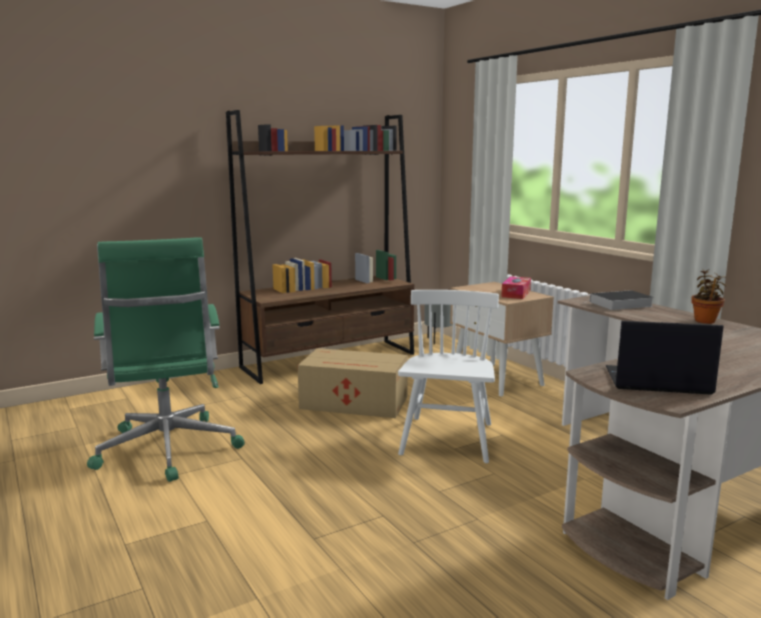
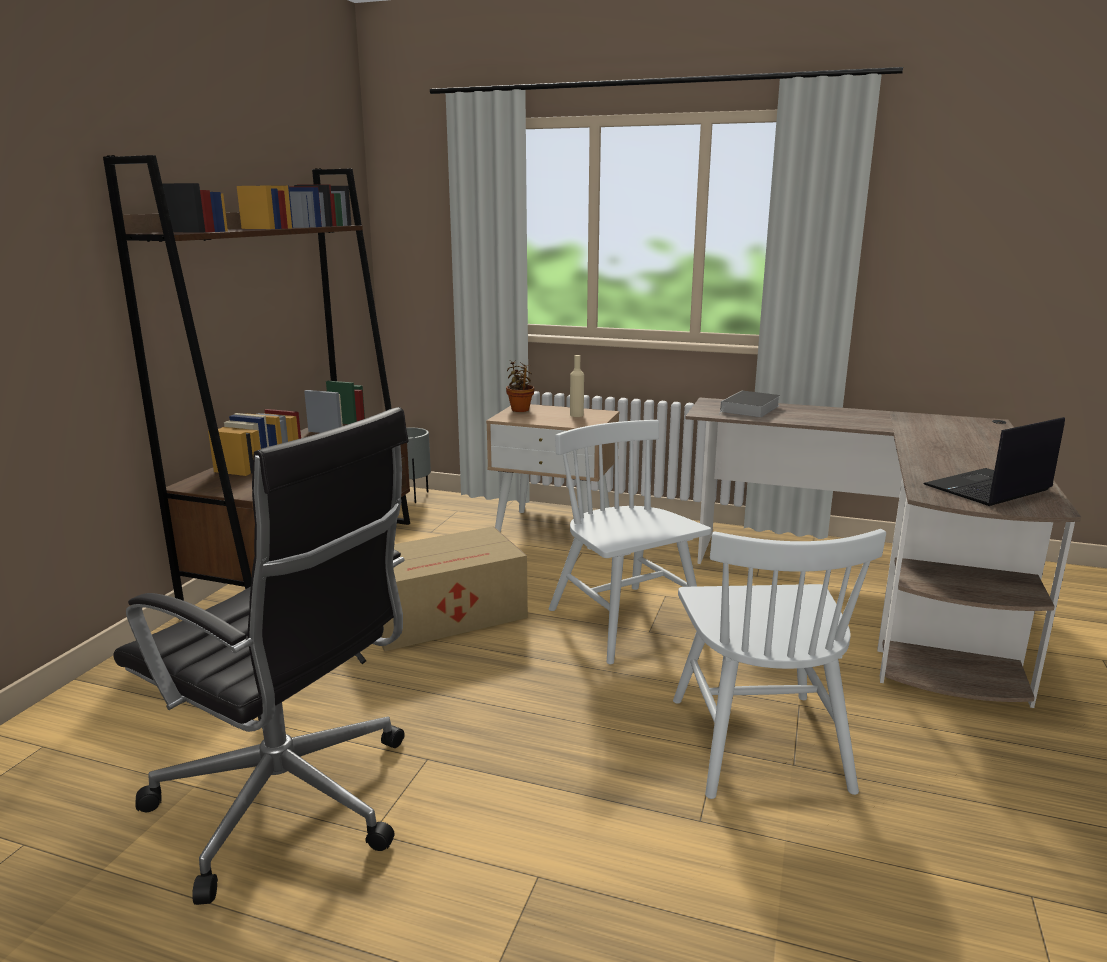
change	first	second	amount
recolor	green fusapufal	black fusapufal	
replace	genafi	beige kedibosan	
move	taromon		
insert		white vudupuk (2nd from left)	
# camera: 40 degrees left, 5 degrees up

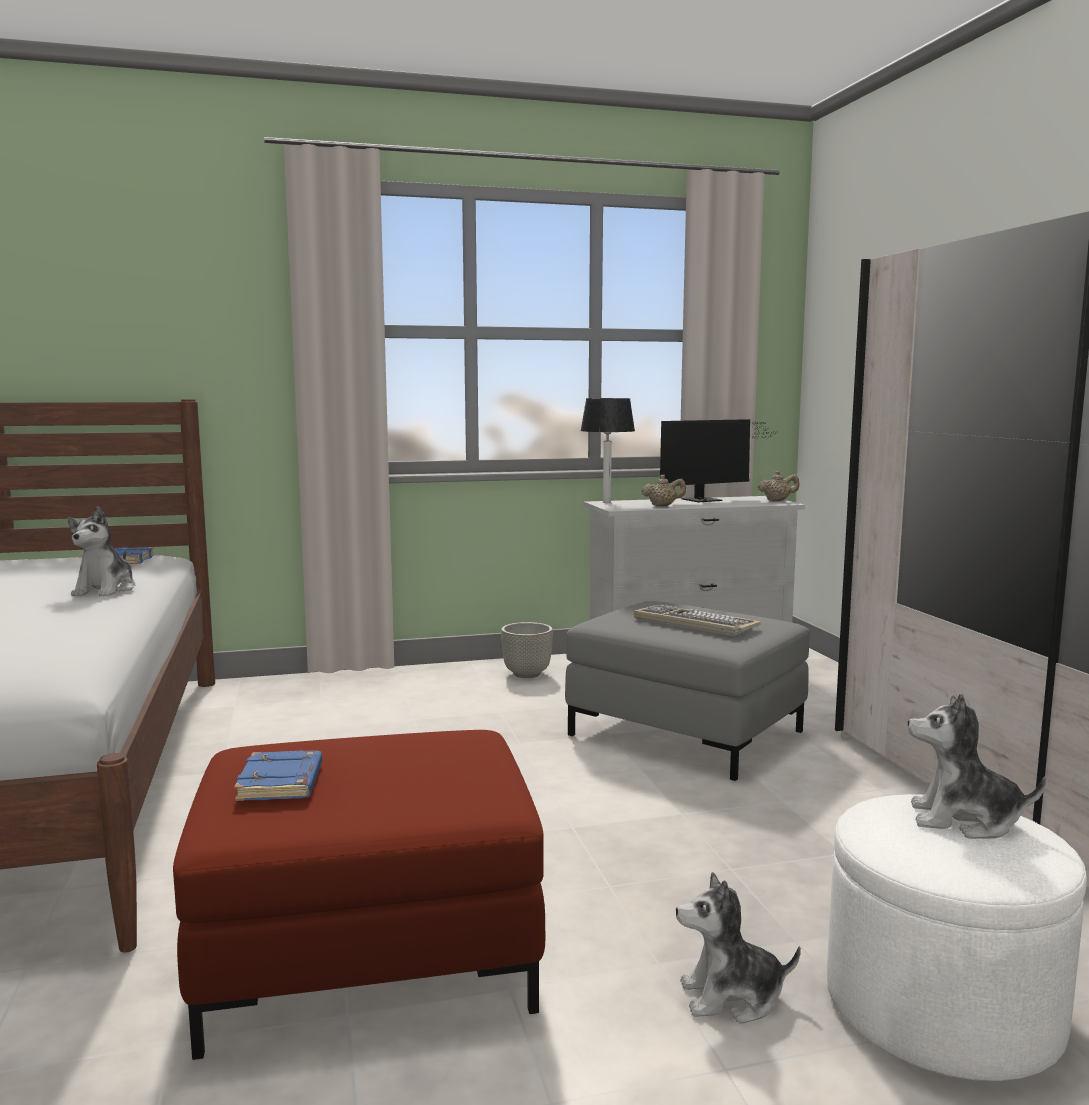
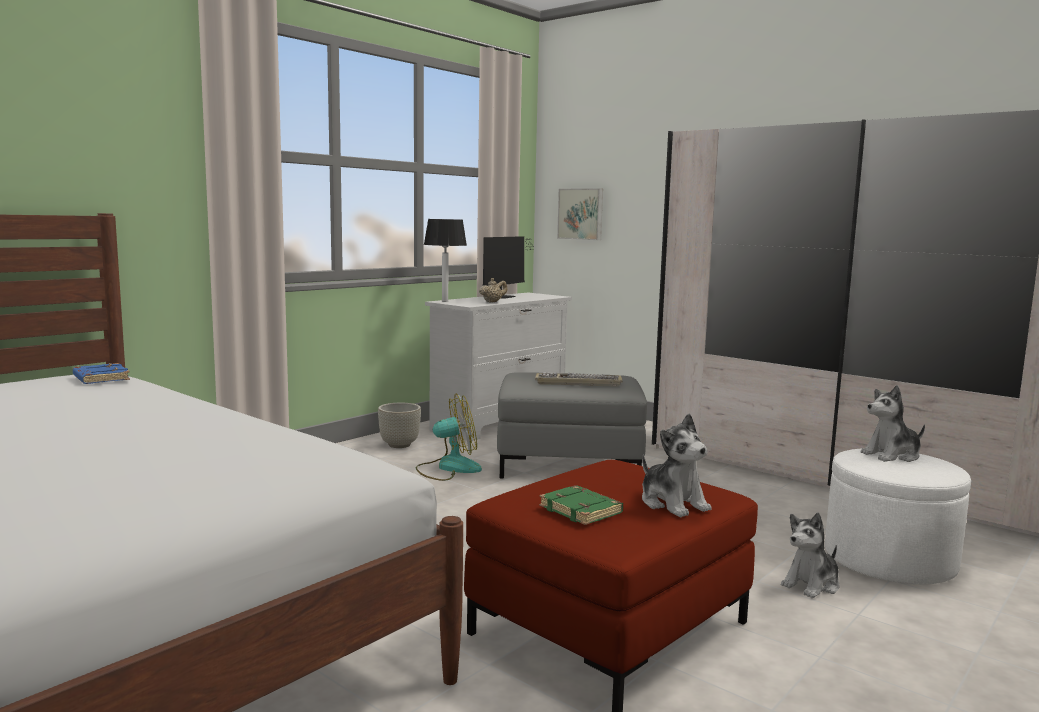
change	first	second	amount
move	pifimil (1st from left)		
recolor	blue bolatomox (2nd from left)	green bolatomox	
delete	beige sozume (2nd from left)		
insert		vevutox	
insert		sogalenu	
# camera: 35 degrees left, 0 degrees up

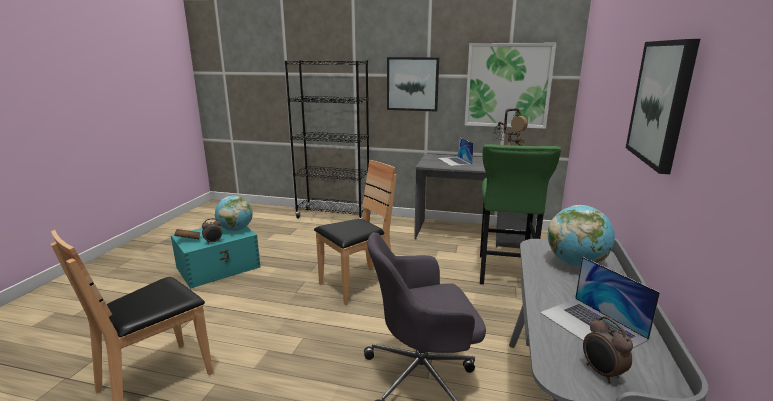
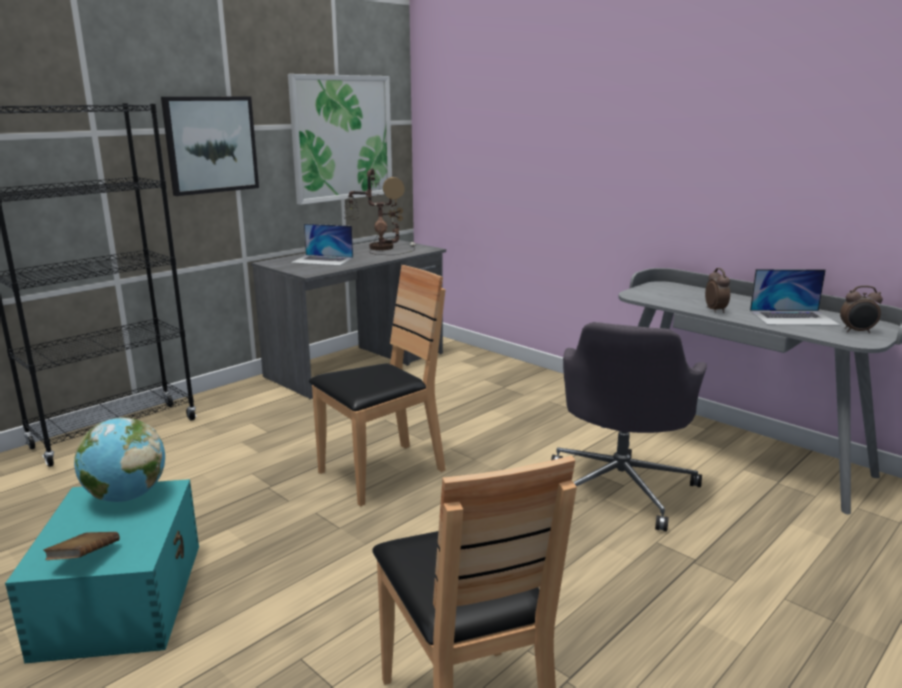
change	first	second	amount
move	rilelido (1st from left)		
rotate	brown vudupuk (2nd from left in the first image)	brown vudupuk (1st from left)	60 degrees clockwise
delete	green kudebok		
delete	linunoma (2nd from left)		
delete	sogalenu (3rd from left)		
# camera: 60 degrees left, 0 degrees up

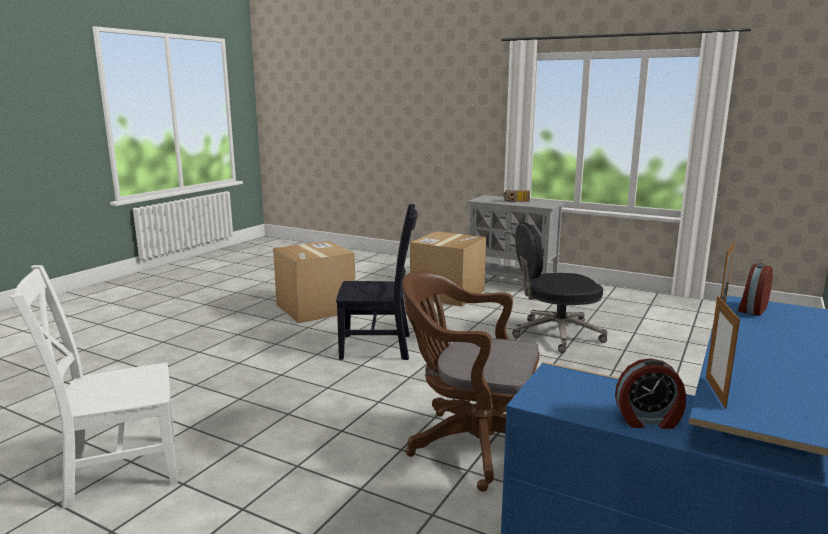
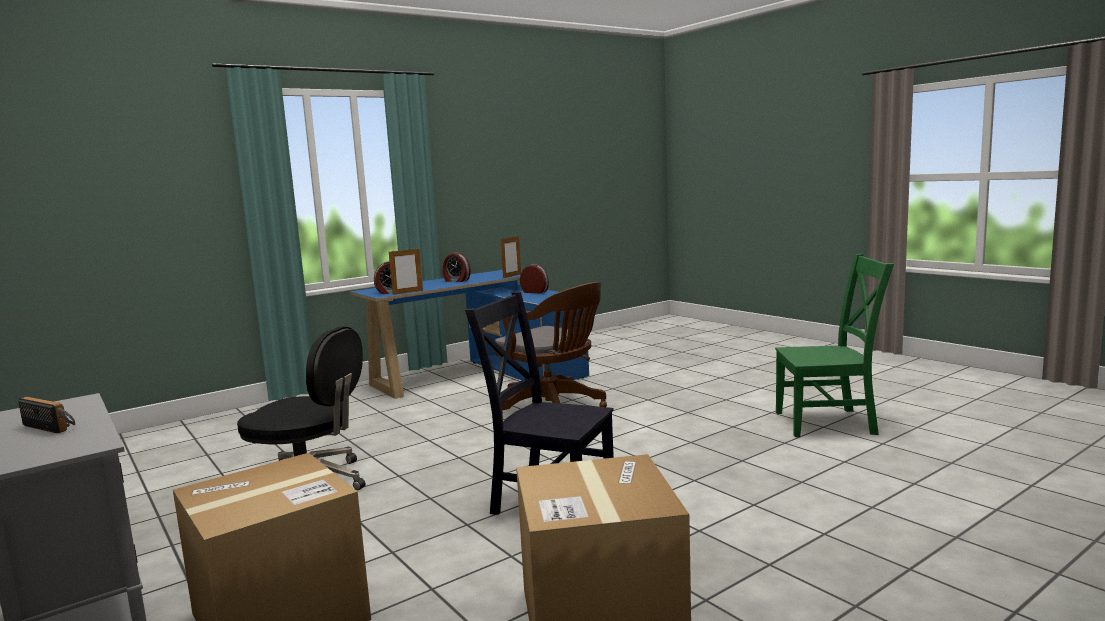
change	first	second	amount
recolor	white vudupuk	green vudupuk	
insert		rilelido (2nd from left)	
# camera: 155 degrees left, 5 degrees down

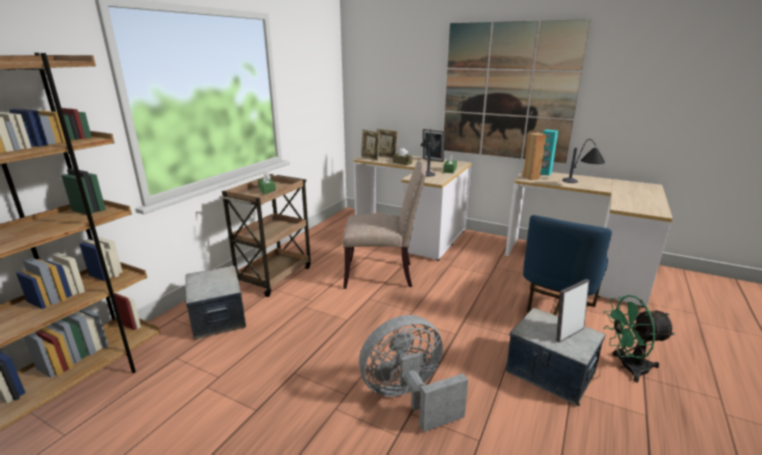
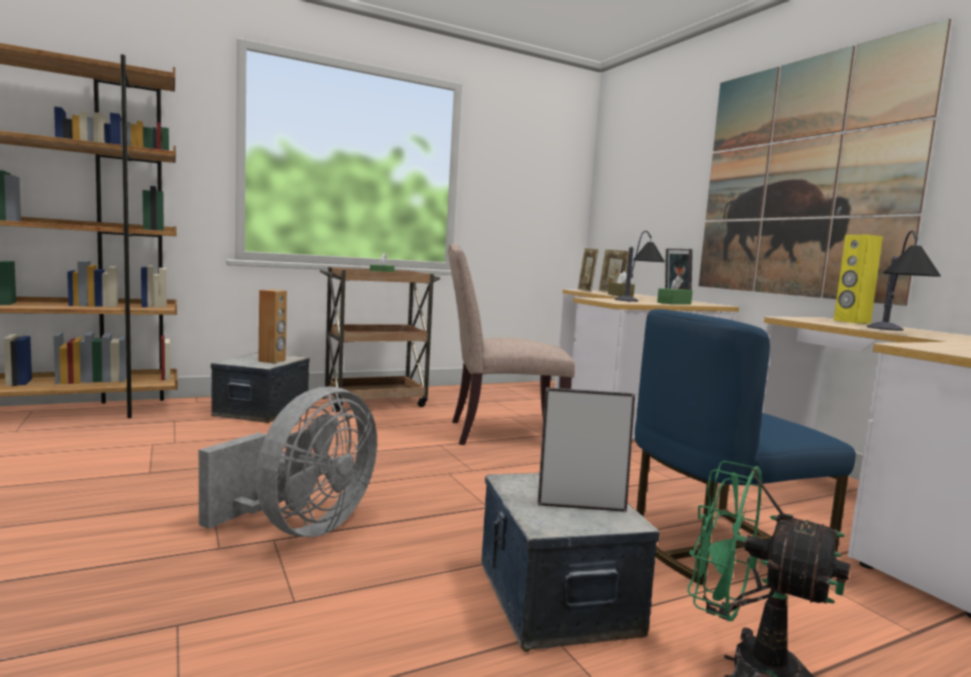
change	first	second	amount
rotate	beige vudupuk		135 degrees clockwise
rotate	grey vevutox		105 degrees clockwise
move	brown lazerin		
recolor	turquoise lazerin	yellow lazerin	
# camera: 35 degrees right, 15 degrees down

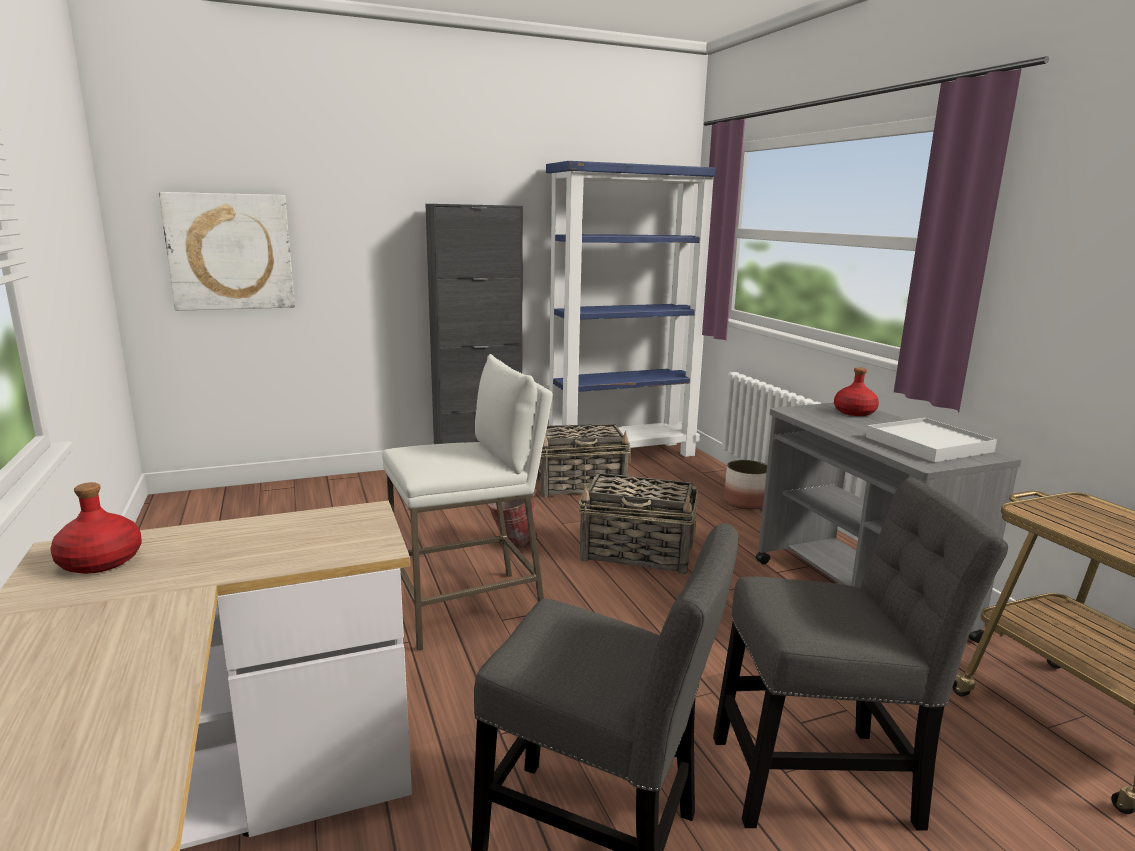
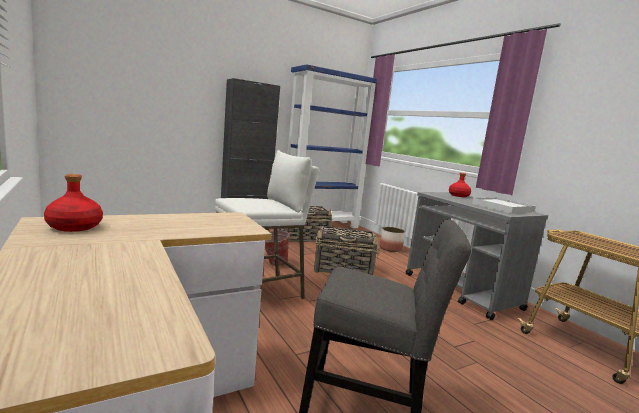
change	first	second	amount
delete	sogalenu		
delete	grey vudupuk (2nd from left)		
# camera: 10 degrees left, 5 degrees down

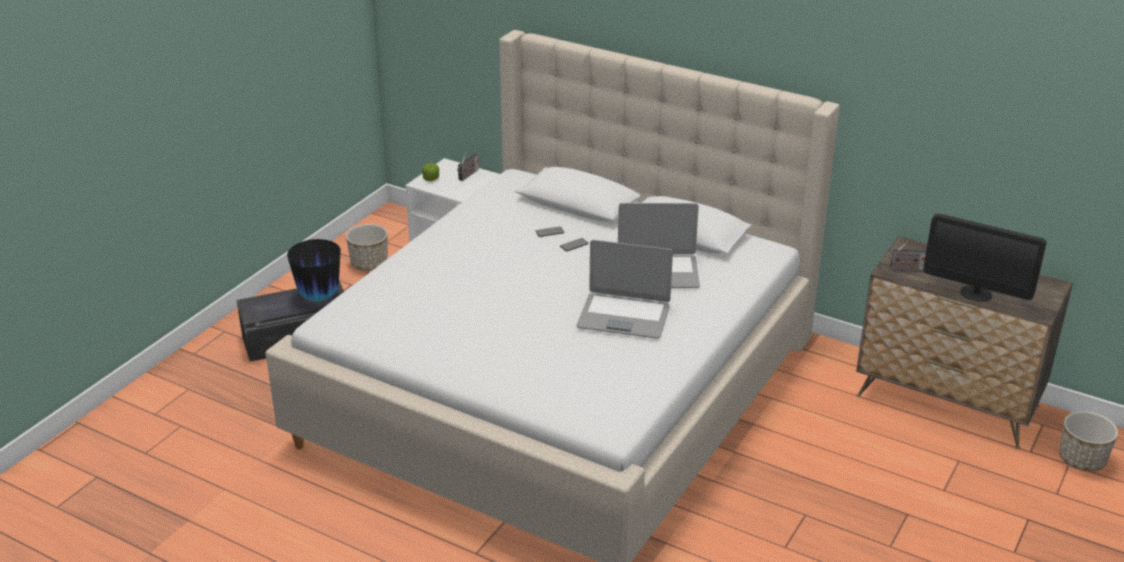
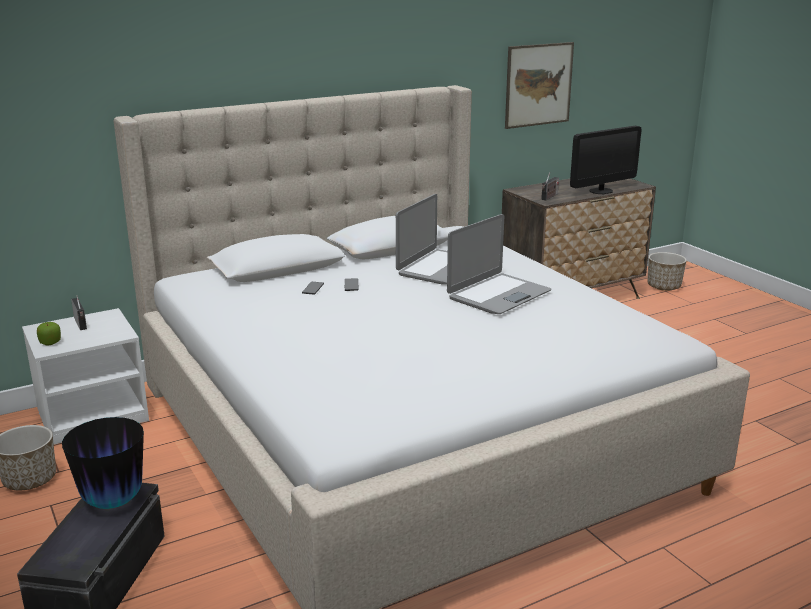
change	first	second	amount
insert		sogalenu	
# camera: 60 degrees left, 10 degrees down

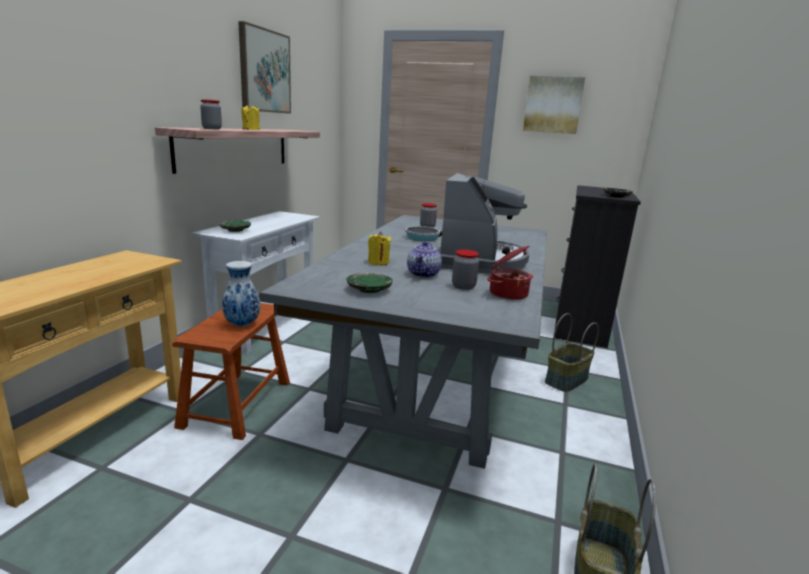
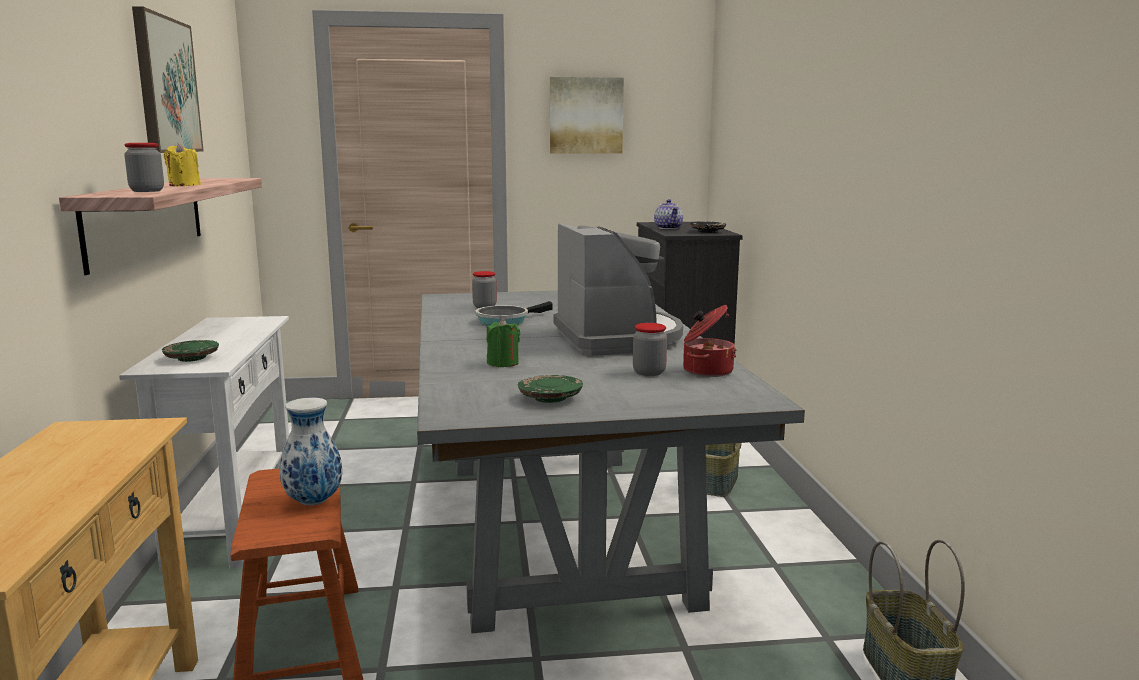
change	first	second	amount
recolor	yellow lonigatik (2nd from left)	green lonigatik	
move	sozume		
# camera: 25 degrees left, 5 degrees down

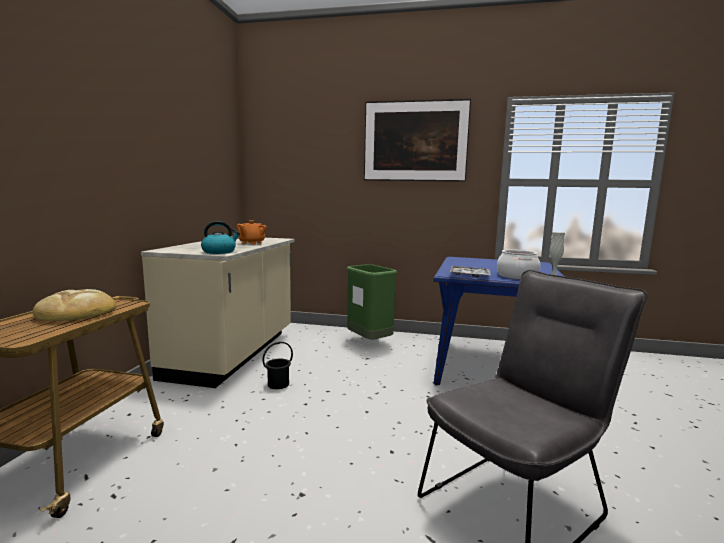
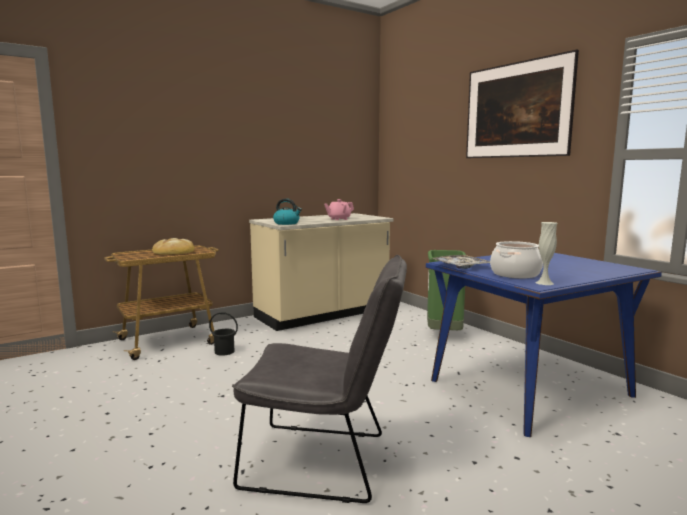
change	first	second	amount
recolor	orange sozume	pink sozume	
move	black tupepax		
# camera: 45 degrees right, 0 degrees up

